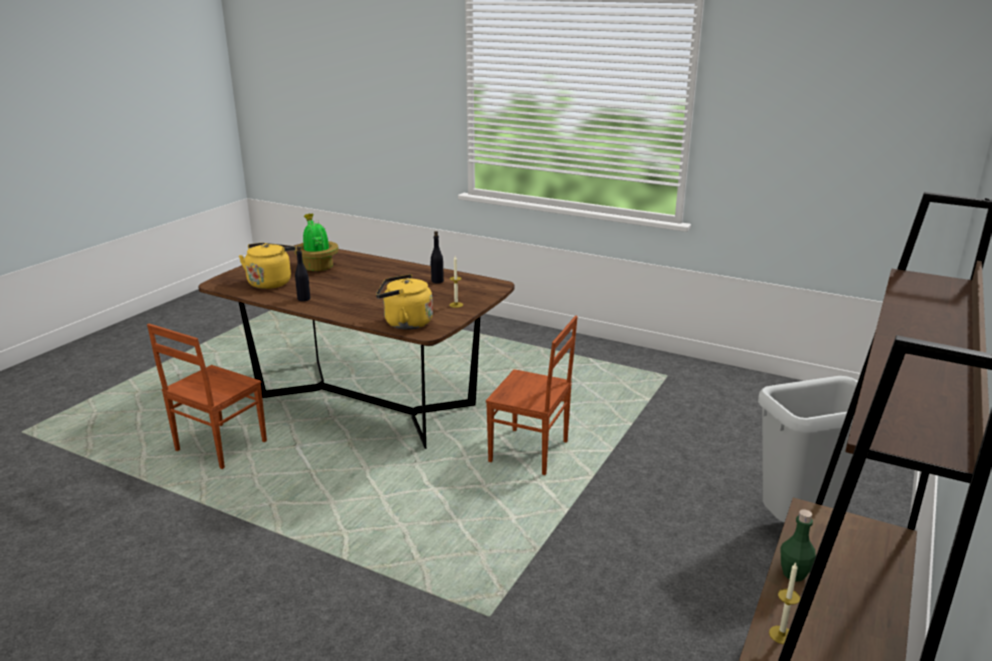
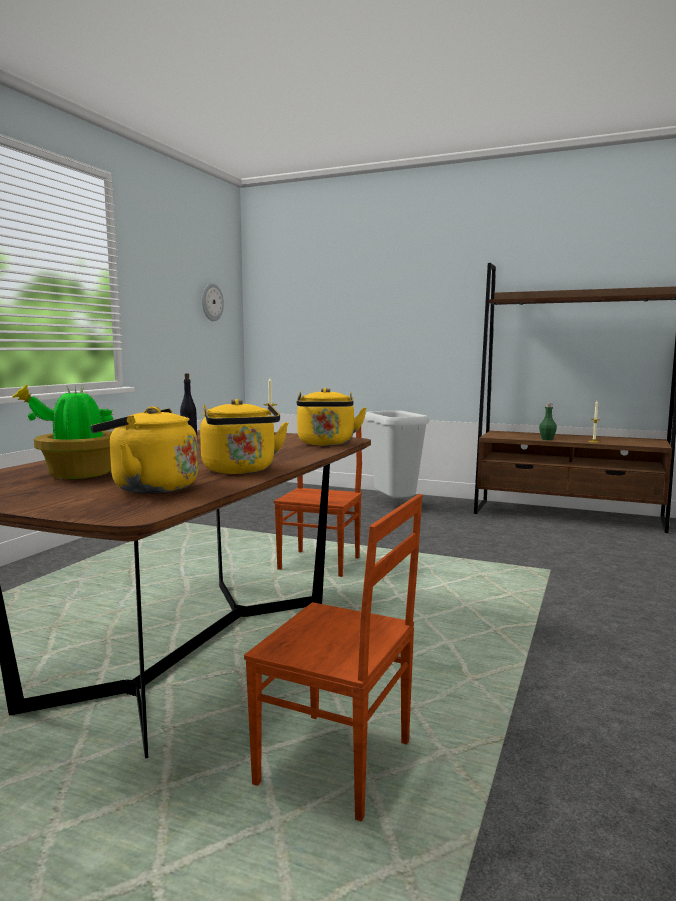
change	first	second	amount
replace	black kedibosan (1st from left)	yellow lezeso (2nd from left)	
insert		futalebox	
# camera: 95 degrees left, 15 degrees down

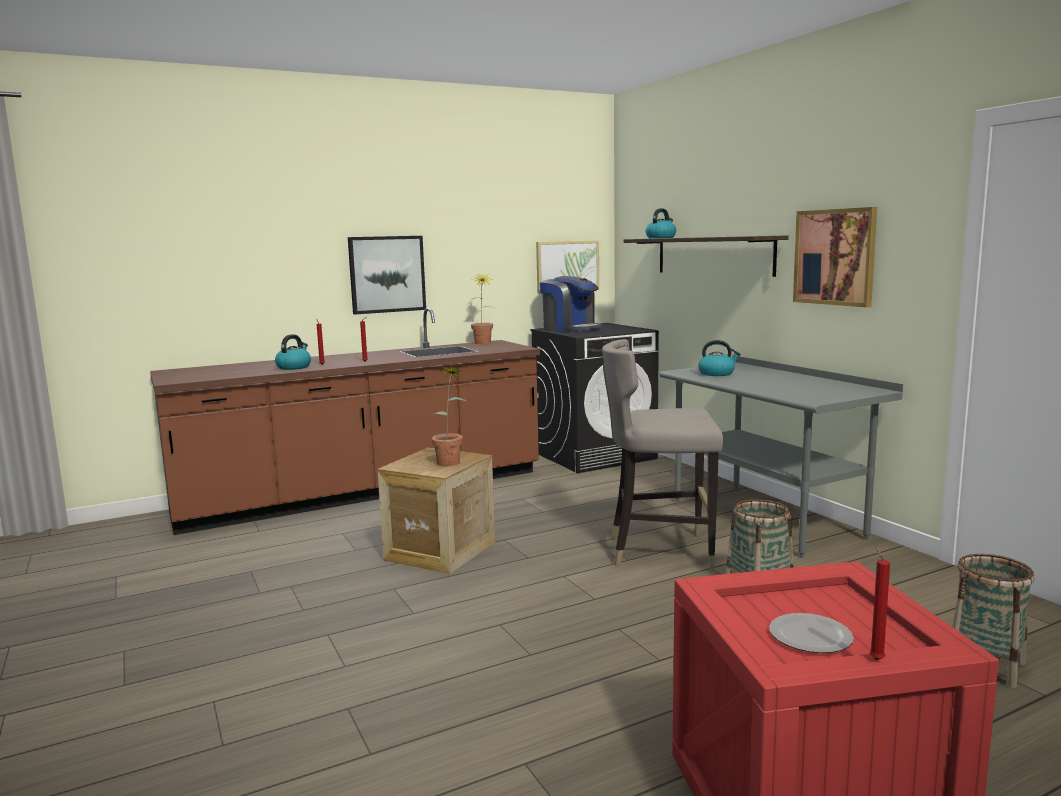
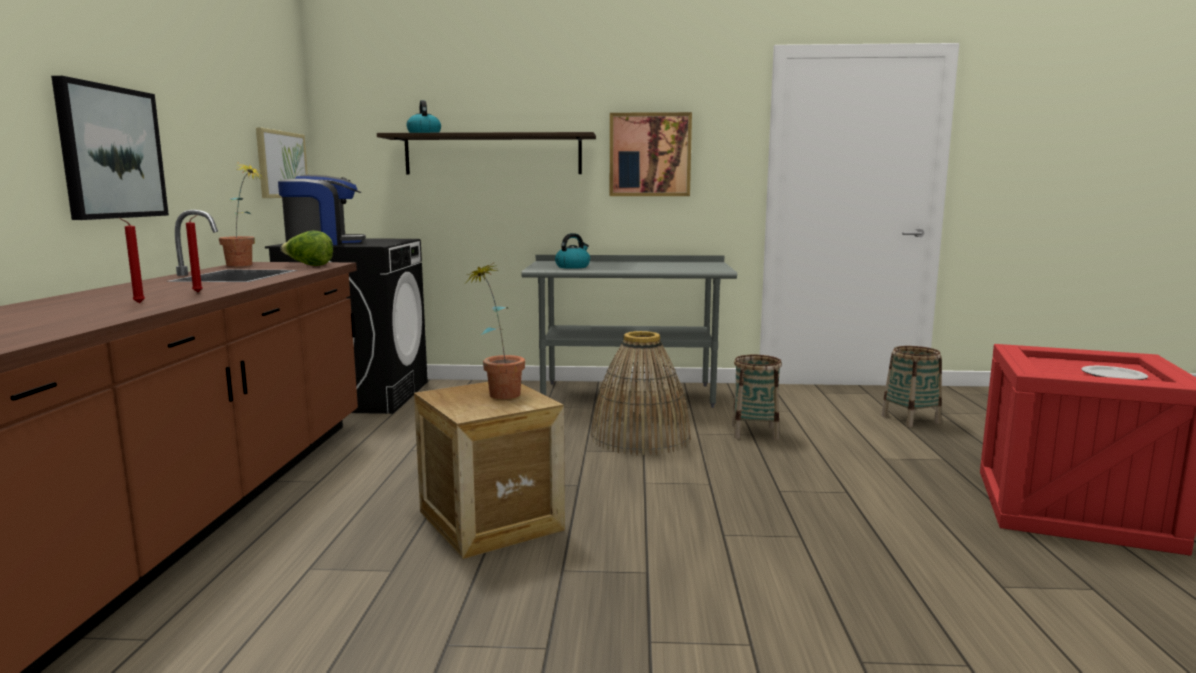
change	first	second	amount
delete	lezeso (1st from left)		
replace	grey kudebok	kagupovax (1st from left)	
delete	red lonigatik (3rd from left)		
insert		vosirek	
# camera: 60 degrees left, 0 degrees up

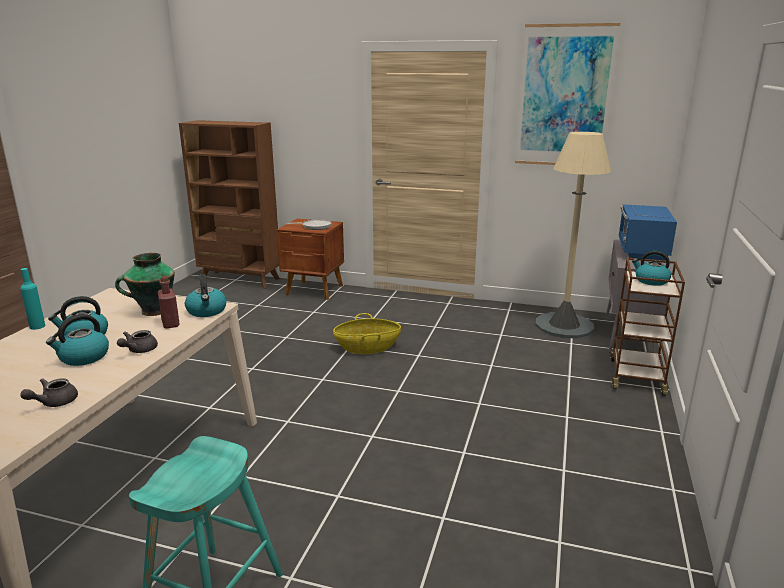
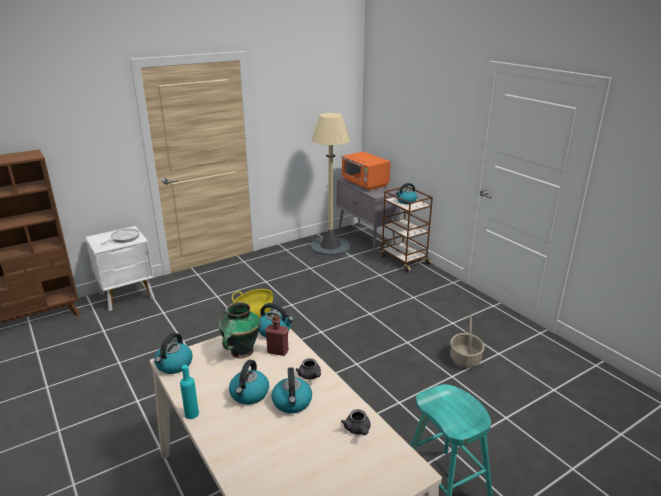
change	first	second	amount
recolor	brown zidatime	white zidatime	
delete	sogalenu		
recolor	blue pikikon	orange pikikon	
insert		lezeso (1st from left)	
insert		kagupovax (2nd from left)	
# camera: 50 degrees left, 5 degrees up

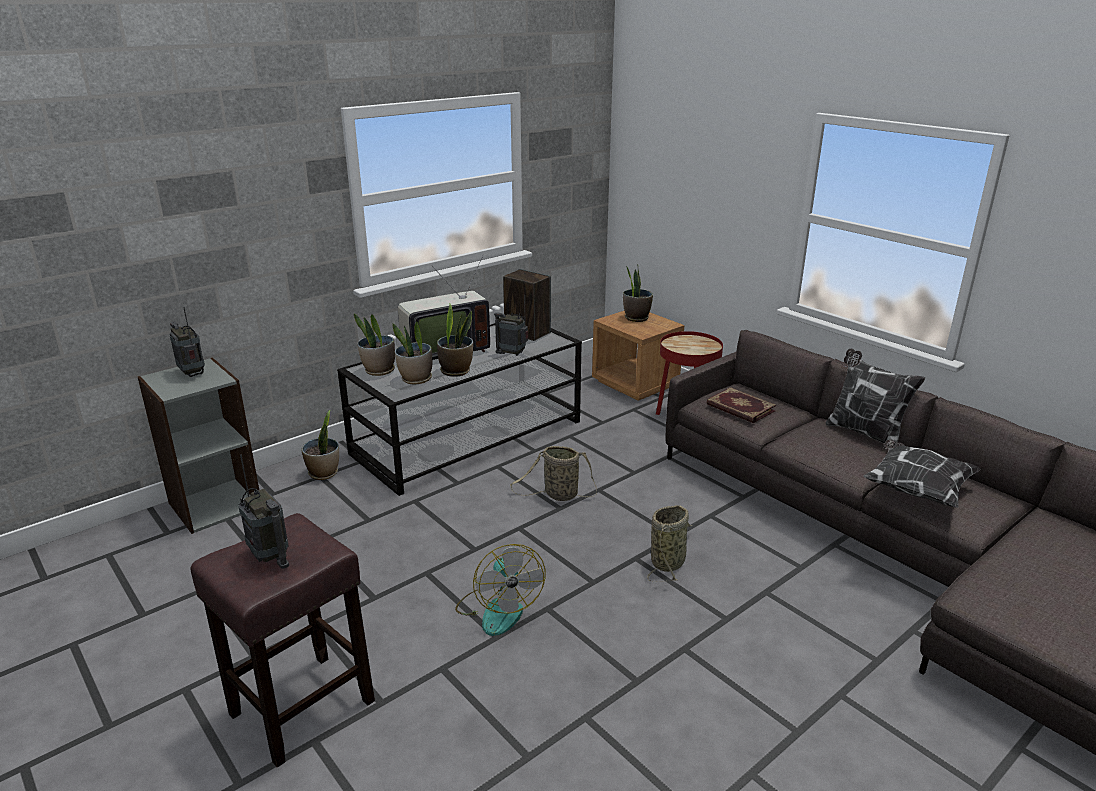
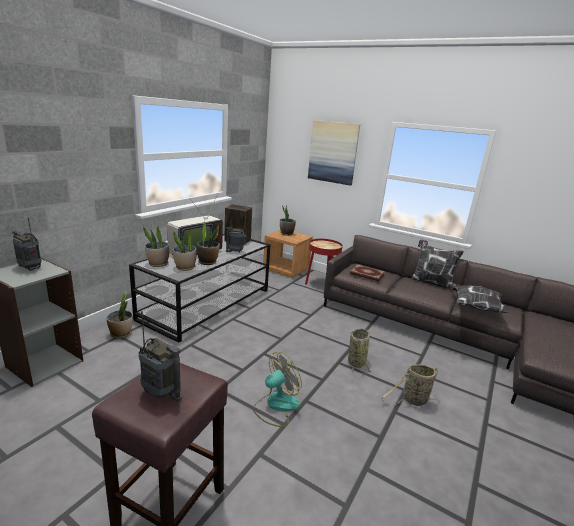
change	first	second	amount
rotate	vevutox		90 degrees counterclockwise
move	kagupovax (1st from left in the first image)	kagupovax (2nd from left)	
insert		sogalenu	
# camera: 20 degrees left, 5 degrees down

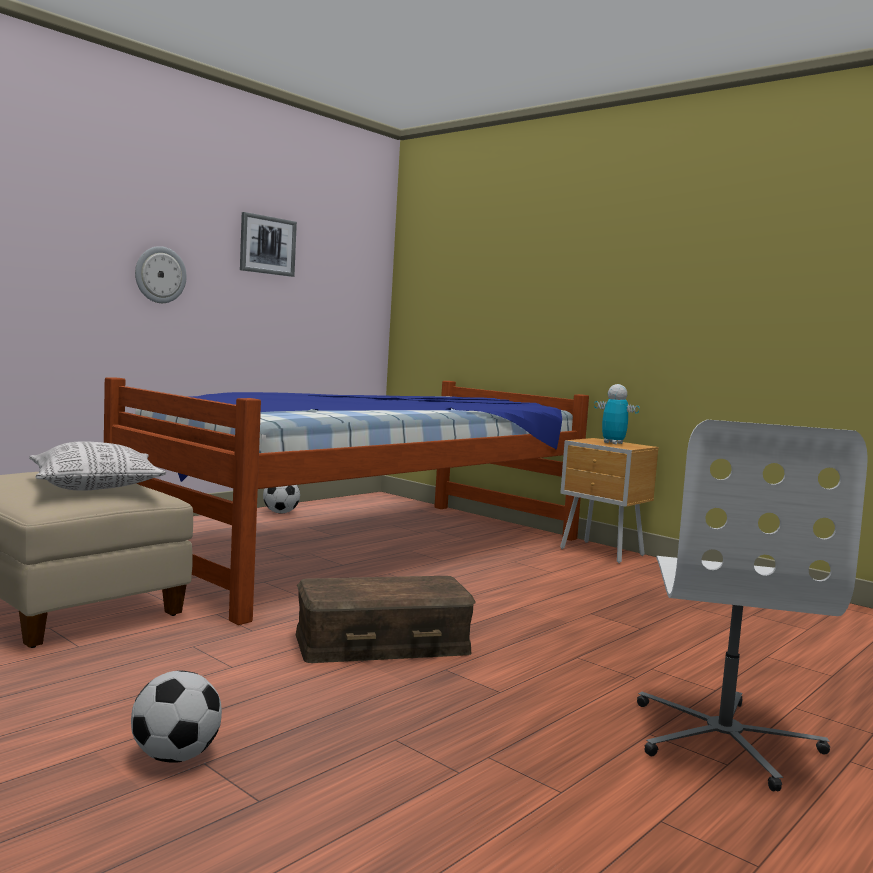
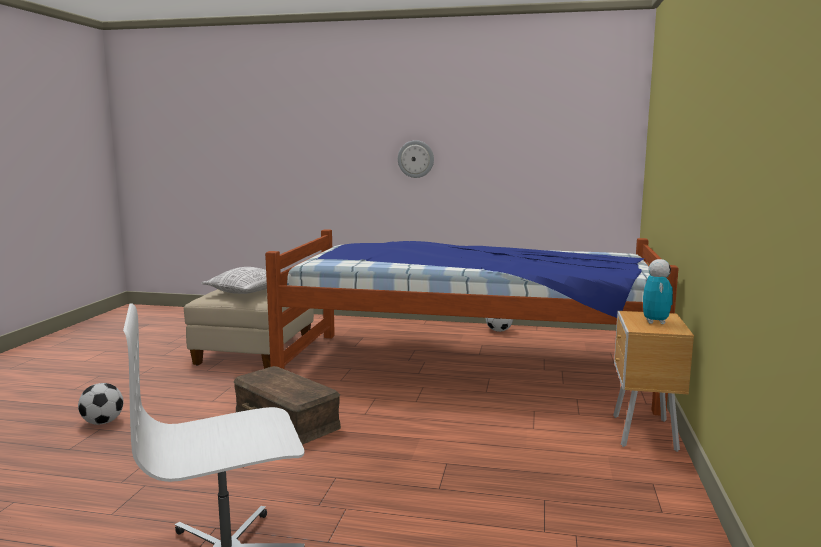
change	first	second	amount
delete	sogalenu		
# camera: 60 degrees right, 5 degrees up

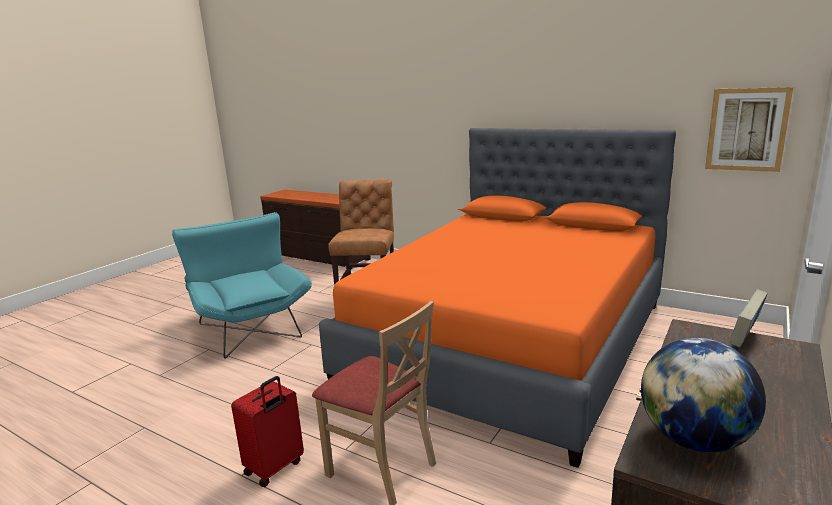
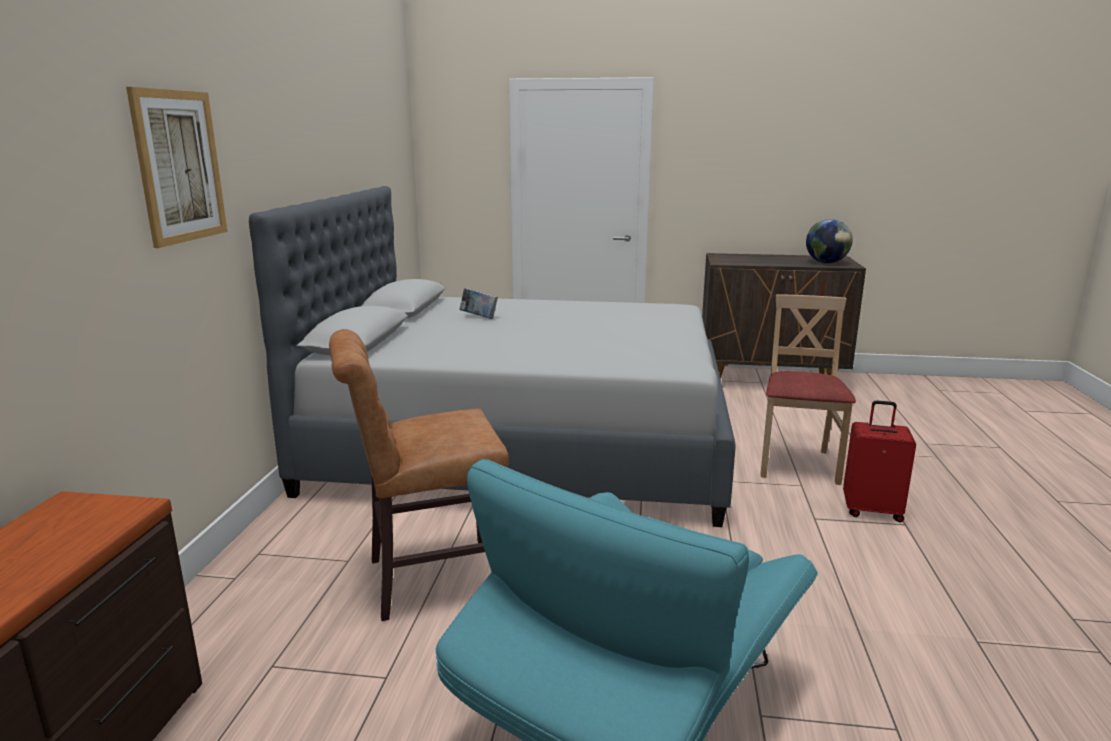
change	first	second	amount
recolor	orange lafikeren	grey lafikeren	
move	sogalenu		
move	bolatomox		
# camera: 115 degrees left, 0 degrees up

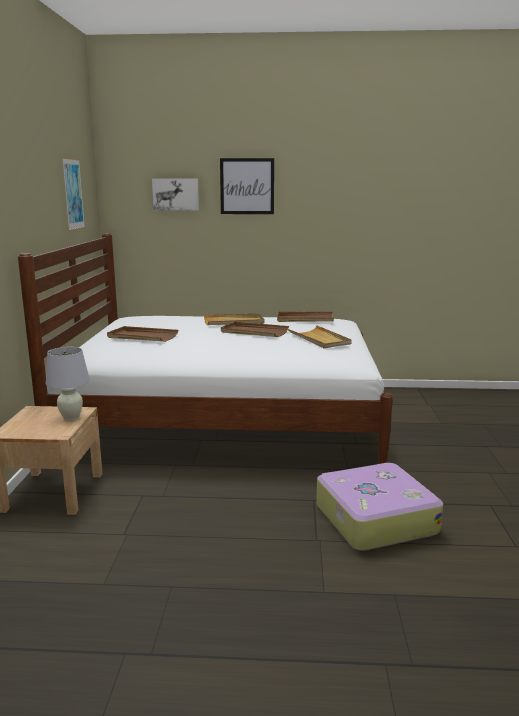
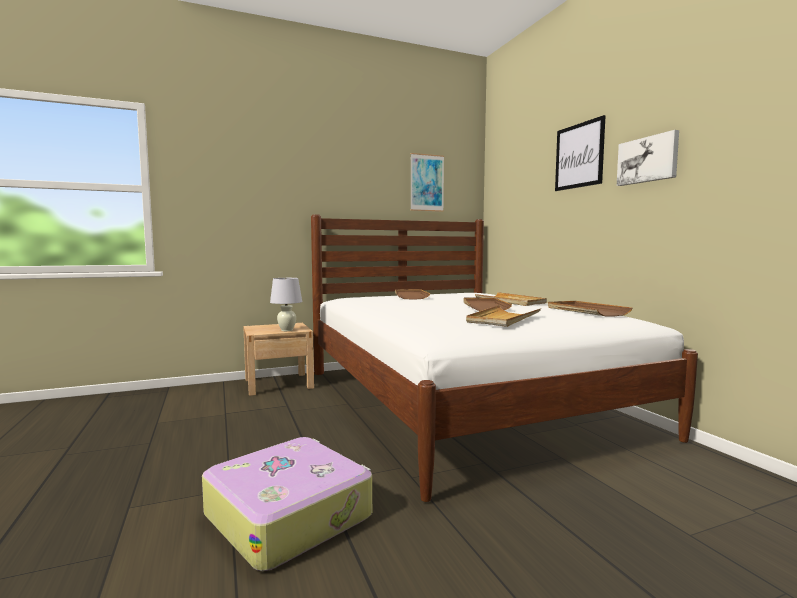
change	first	second	amount
move	sogalenu (2nd from left in the first image)	sogalenu (3rd from left)	
# camera: 65 degrees right, 10 degrees down

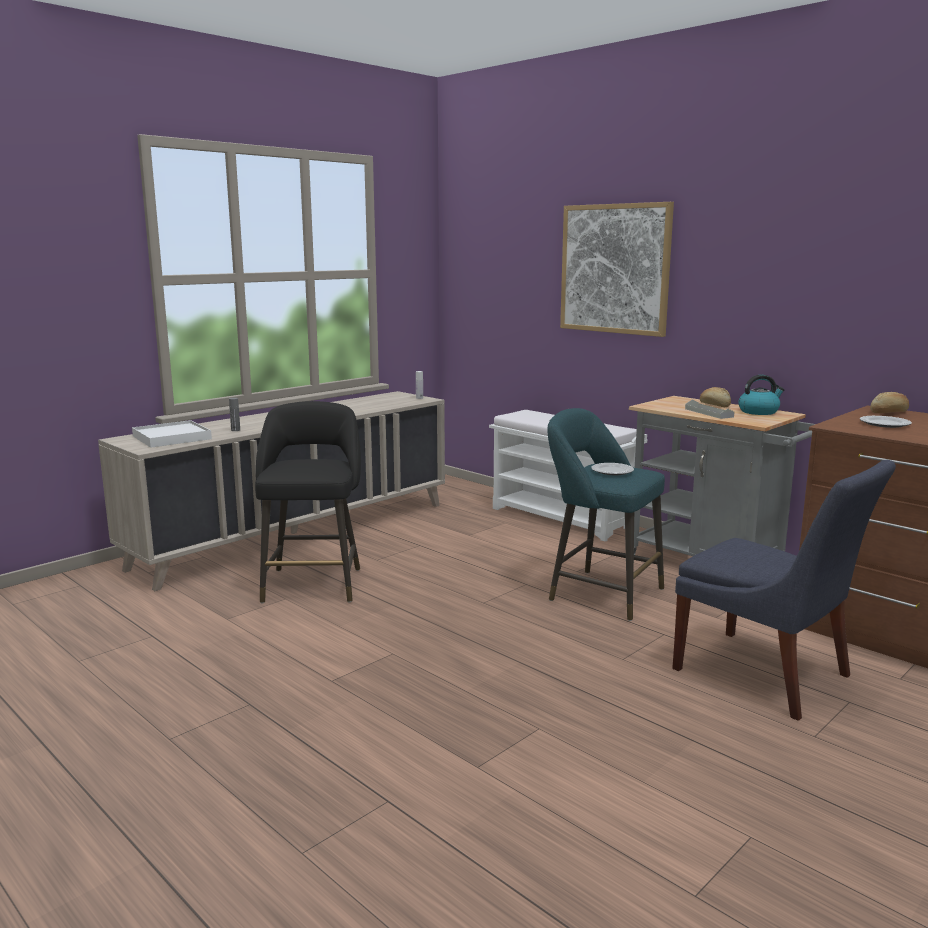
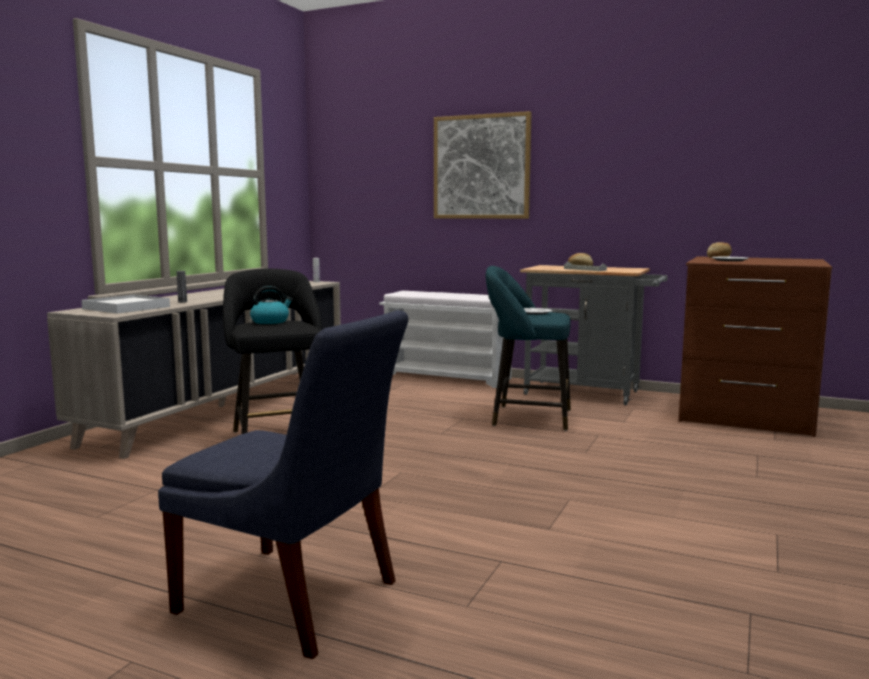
change	first	second	amount
move	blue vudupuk		
move	lezeso		
# camera: 20 degrees left, 5 degrees down

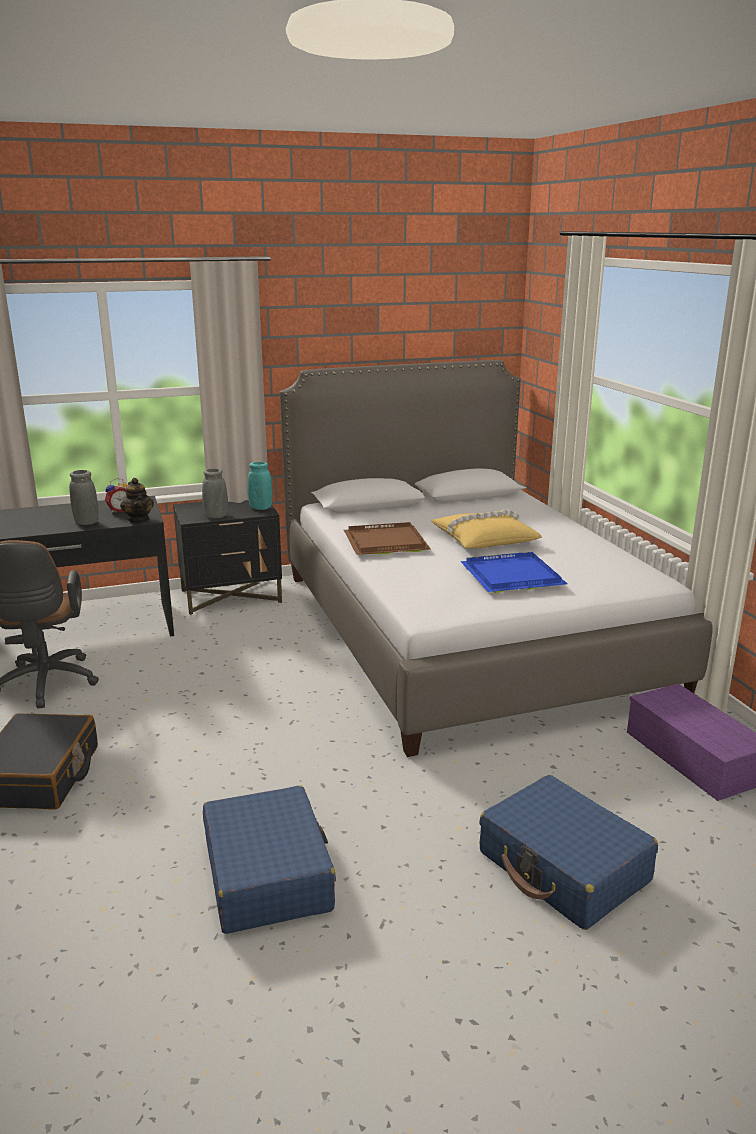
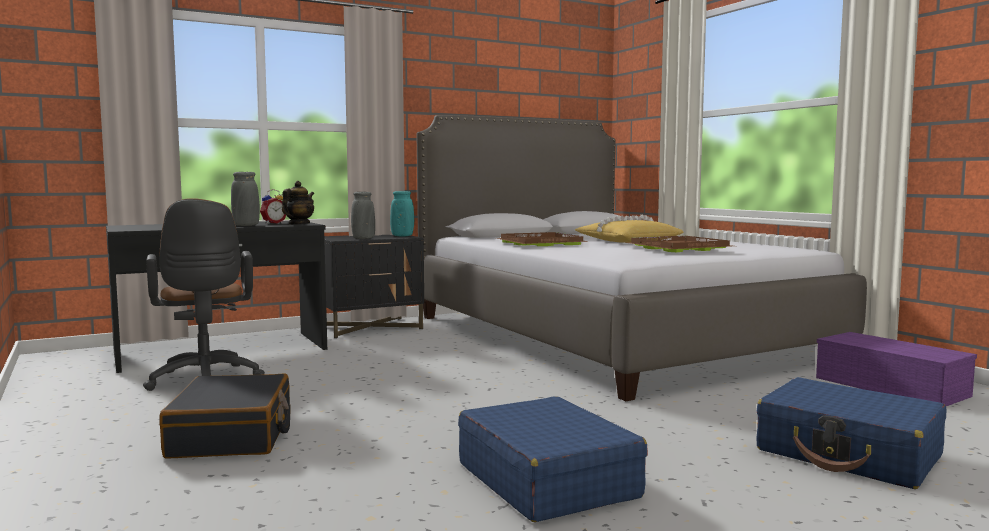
change	first	second	amount
rotate	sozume		120 degrees counterclockwise
recolor	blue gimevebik	brown gimevebik (2nd from left)	
# camera: 10 degrees left, 15 degrees down

